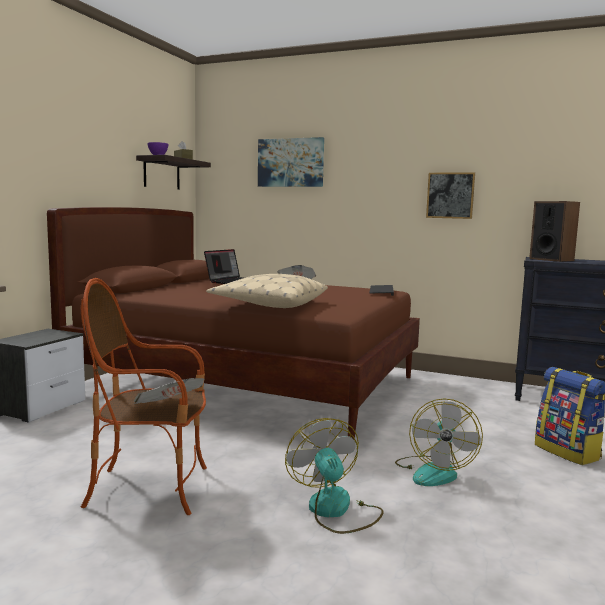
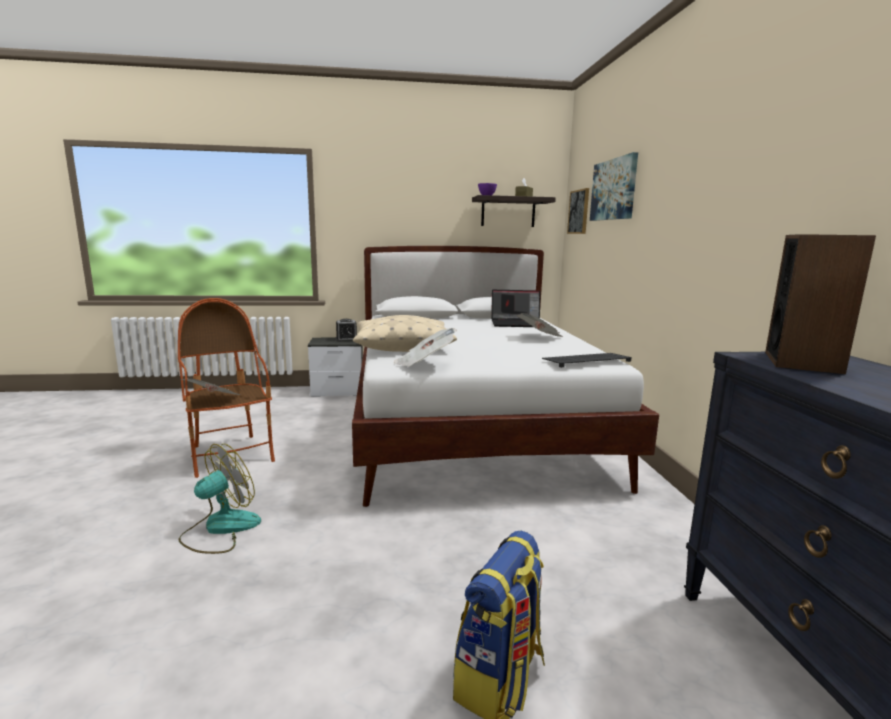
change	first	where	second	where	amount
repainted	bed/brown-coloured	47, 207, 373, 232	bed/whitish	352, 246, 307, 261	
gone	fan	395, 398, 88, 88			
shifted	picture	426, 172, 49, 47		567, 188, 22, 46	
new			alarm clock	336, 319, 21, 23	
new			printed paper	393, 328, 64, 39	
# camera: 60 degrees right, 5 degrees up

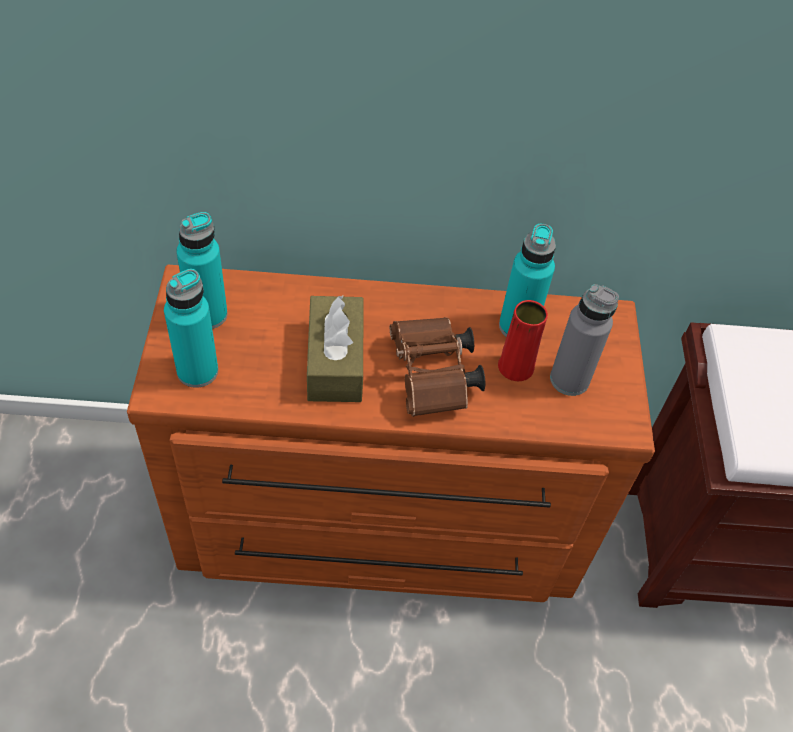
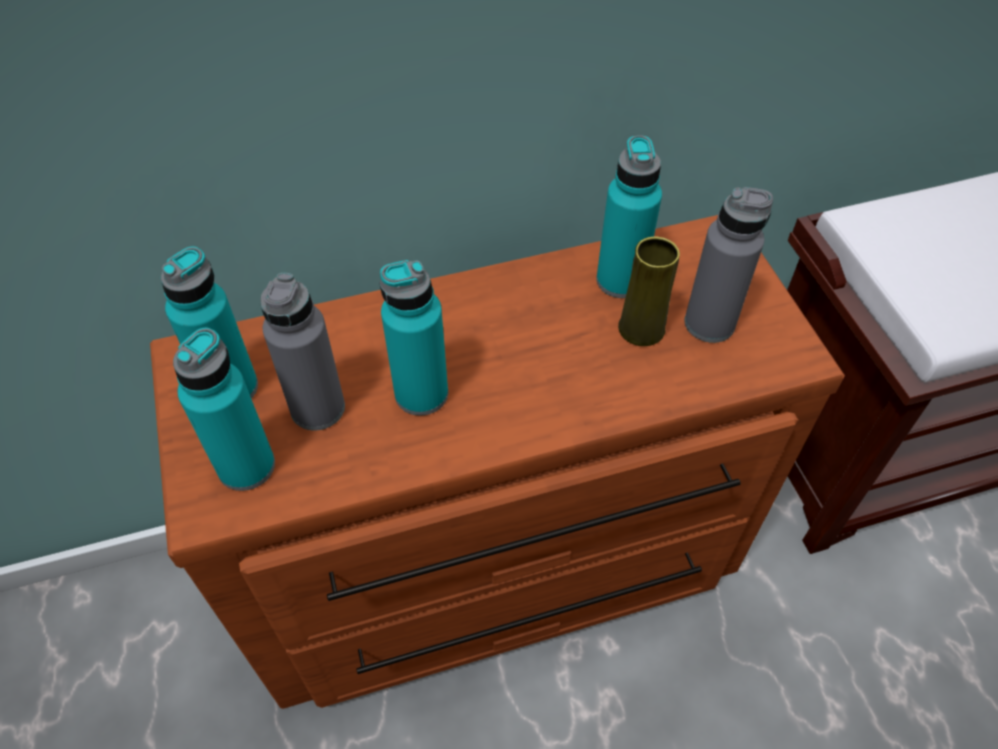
change	first	where	second	where	amount
swapped	tissue holder/brown-coloured	307, 296, 56, 106	bottle/turquoise	380, 260, 68, 156	
gone	binoculars/brown-coloured	390, 317, 95, 100			
repainted	decorative vase/red-coloured	498, 300, 50, 81	decorative vase/yellow-coloured	618, 236, 62, 110	
new			bottle/grey	261, 273, 84, 158	
# camera: 15 degrees left, 0 degrees up

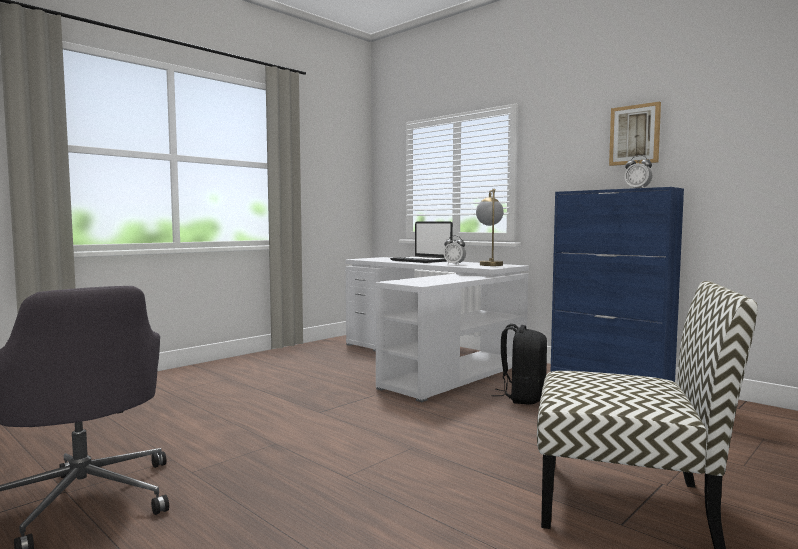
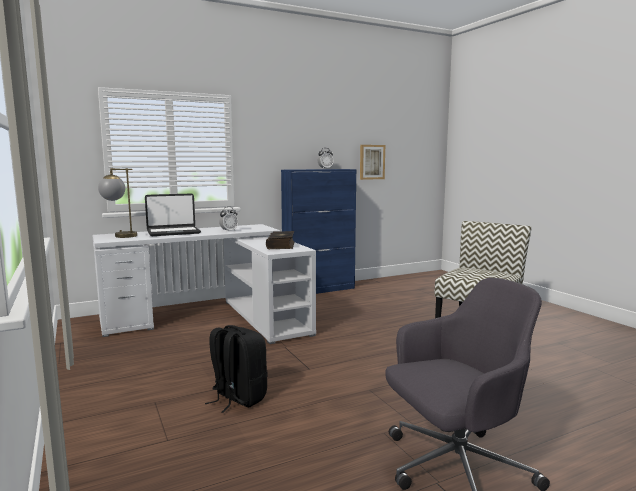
change	first	where	second	where	amount
shifted	tabletop lamp	476, 189, 28, 77		98, 168, 39, 70	
shifted	knapsack/black	491, 324, 56, 81		205, 325, 63, 88	
shifted	picture	609, 102, 52, 64		360, 145, 25, 35	
new			book	266, 231, 29, 18	
# camera: 70 degrees left, 5 degrees up

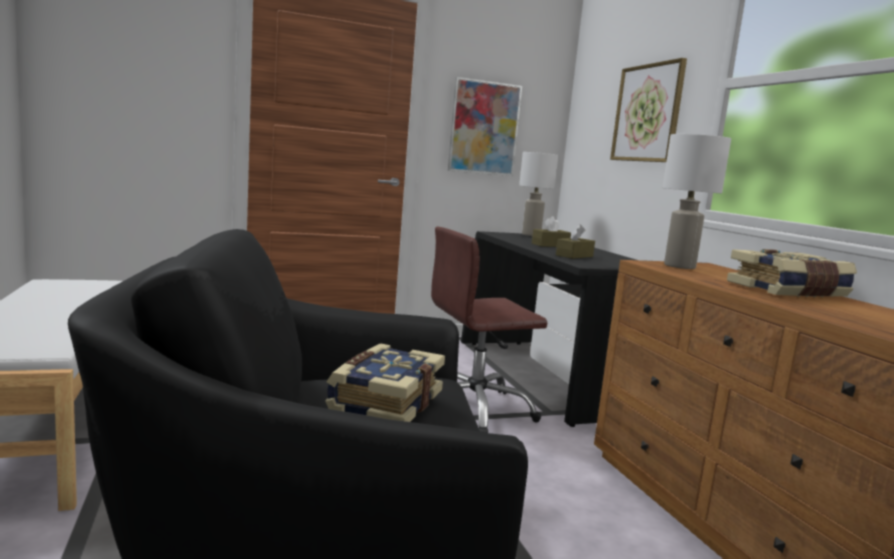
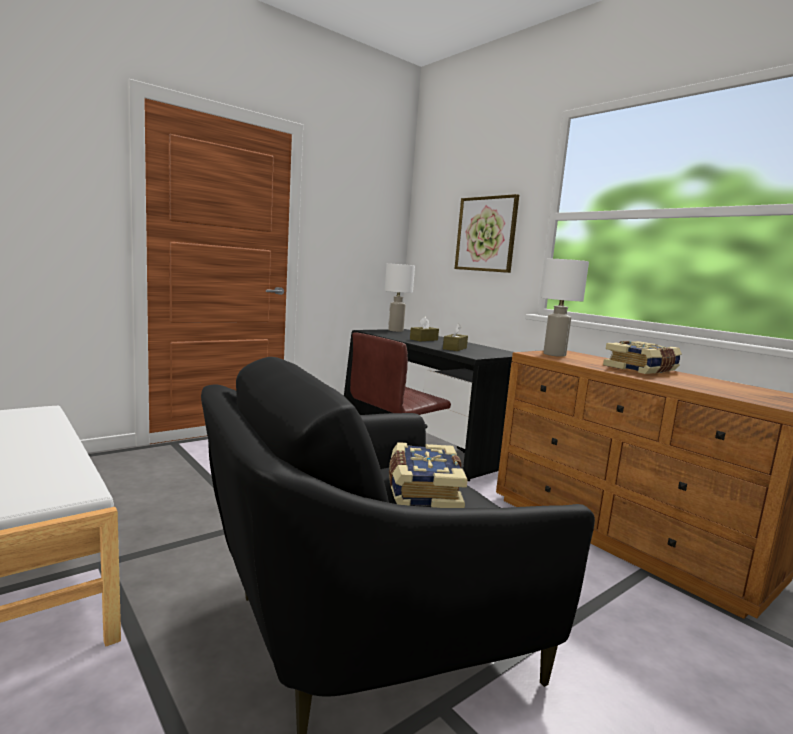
change	first	where	second	where	amount
gone	picture	448, 77, 74, 99			
# camera: 20 degrees left, 0 degrees up

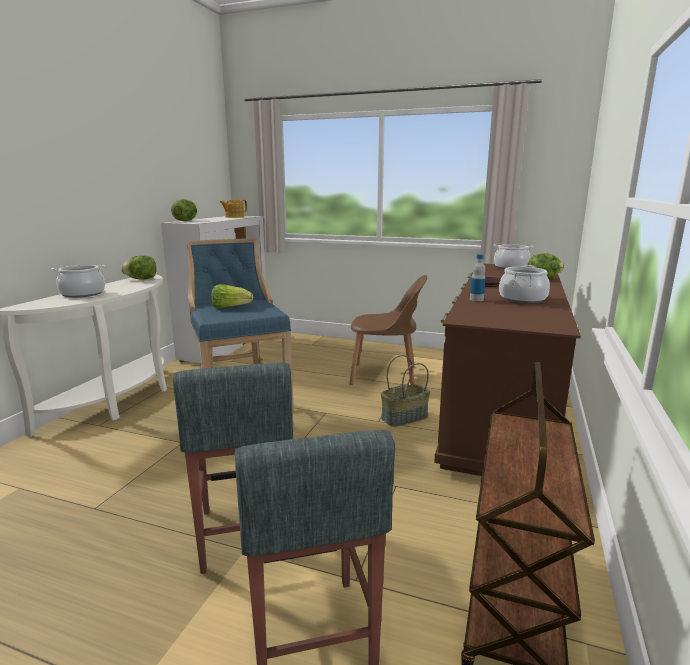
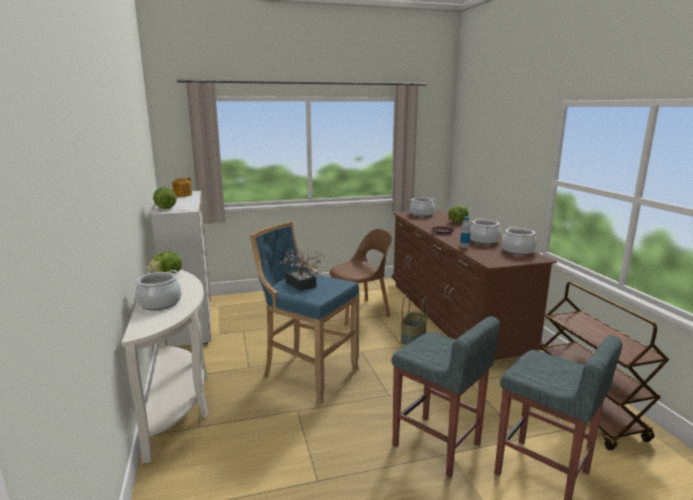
change	first	where	second	where	amount
swapped	lettuce head	211, 284, 42, 24	potted plant	280, 250, 45, 41	
new			cooking pot	502, 226, 35, 29	
# camera: 35 degrees left, 0 degrees up

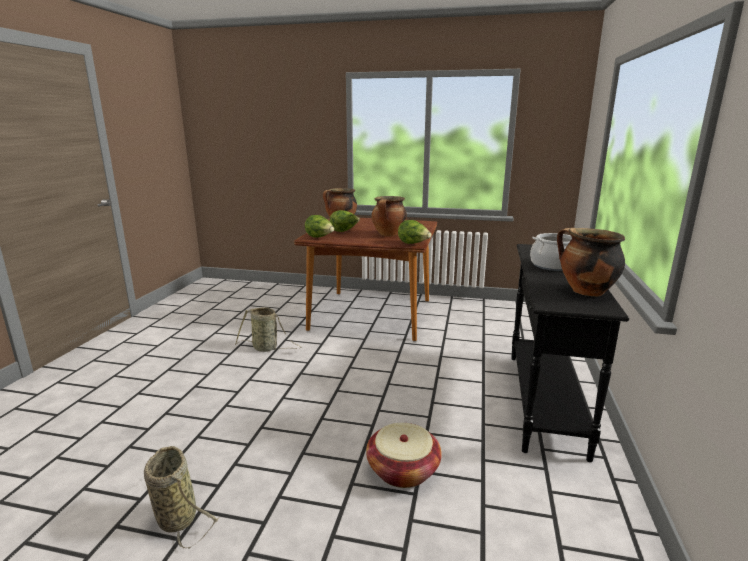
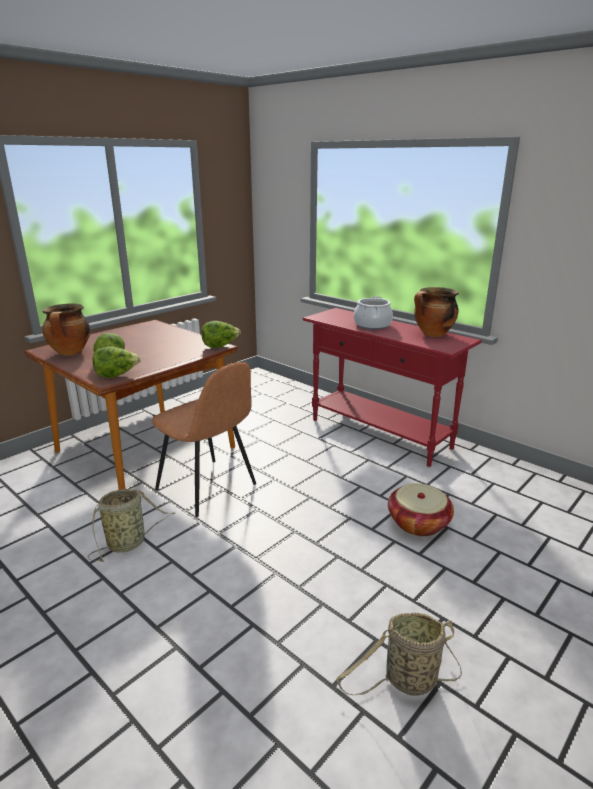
change	first	where	second	where	amount
gone	cooking pot	372, 196, 35, 40			
repainted	console table/black	511, 244, 118, 218	console table/red-coloured	303, 308, 179, 159	
new			plain chair/brown-coloured	152, 362, 104, 155	
# camera: 60 degrees left, 5 degrees up

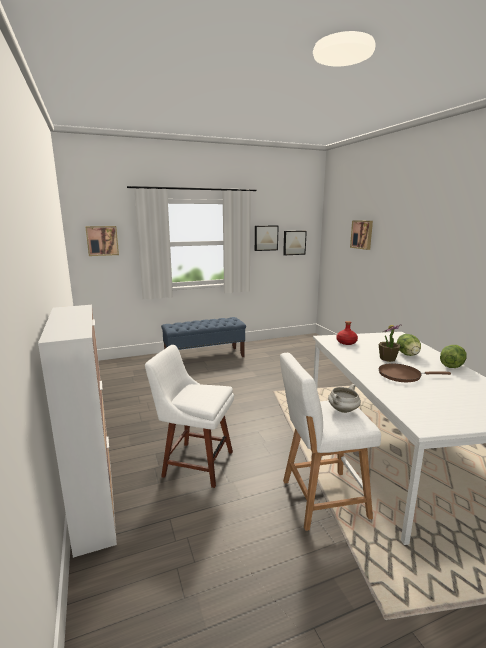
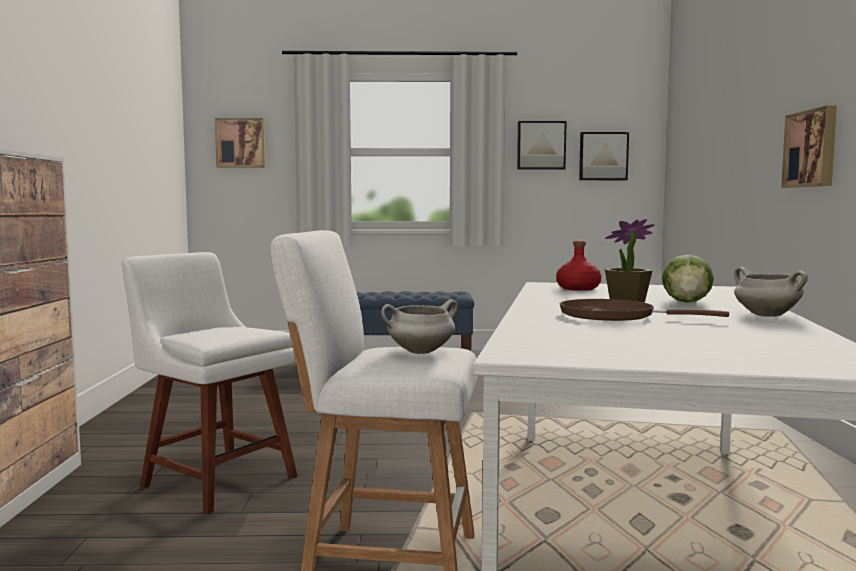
change	first	where	second	where	amount
shifted	picture	350, 220, 23, 30		781, 105, 56, 83	
swapped	lettuce head	440, 345, 27, 23	cooking pot/whitish	734, 267, 74, 50	
# camera: 20 degrees right, 10 degrees down

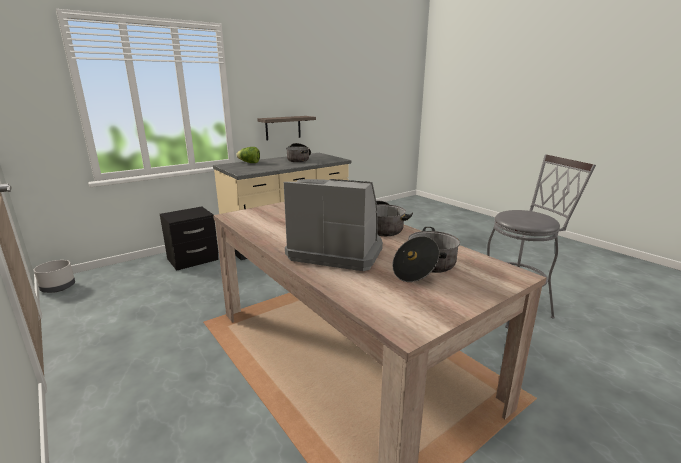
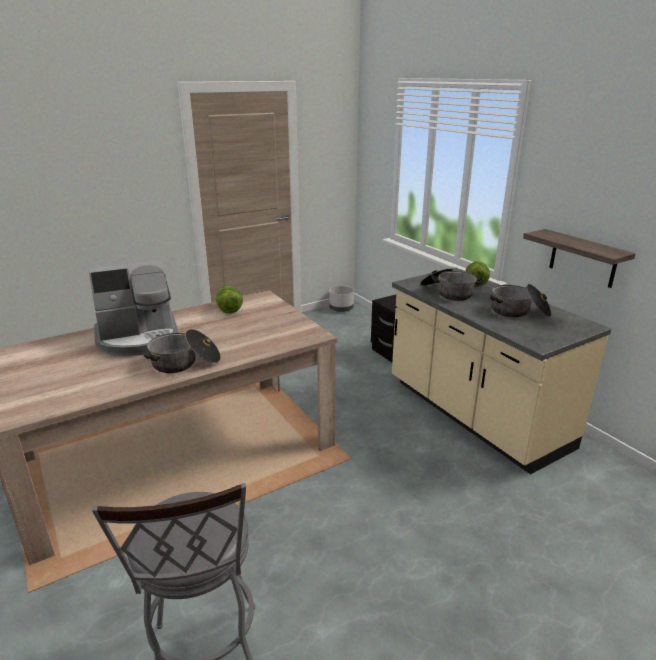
change	first	where	second	where	amount
rotated	coffee maker	284, 179, 99, 92		89, 260, 89, 96	45 degrees clockwise
shifted	cooking pot	392, 227, 68, 55		420, 268, 64, 33	
new			lettuce head	216, 286, 27, 28	
# camera: 95 degrees right, 5 degrees up

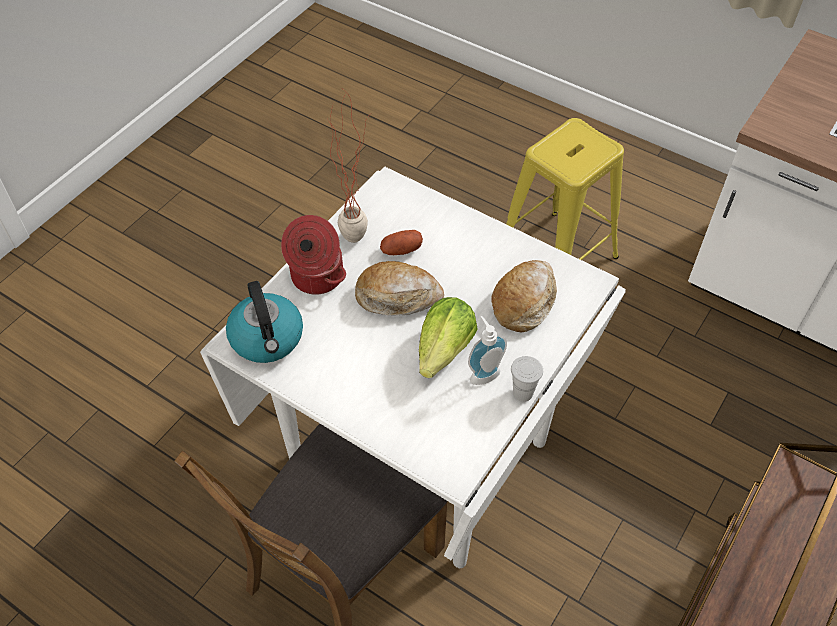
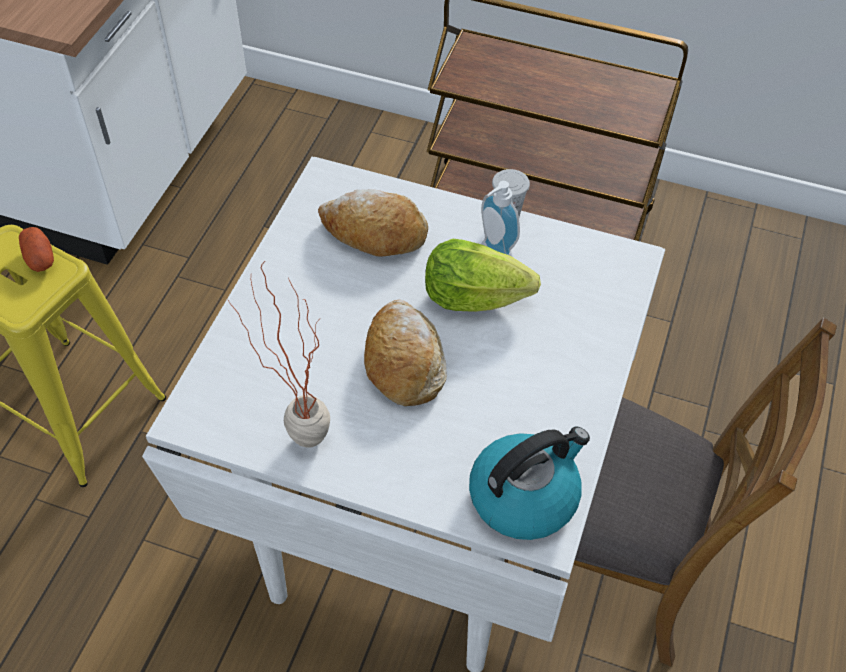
change	first	where	second	where	amount
gone	cooking pot	281, 215, 65, 80			
shifted	spud	380, 230, 43, 25		19, 227, 35, 45	
# camera: 105 degrees left, 0 degrees up

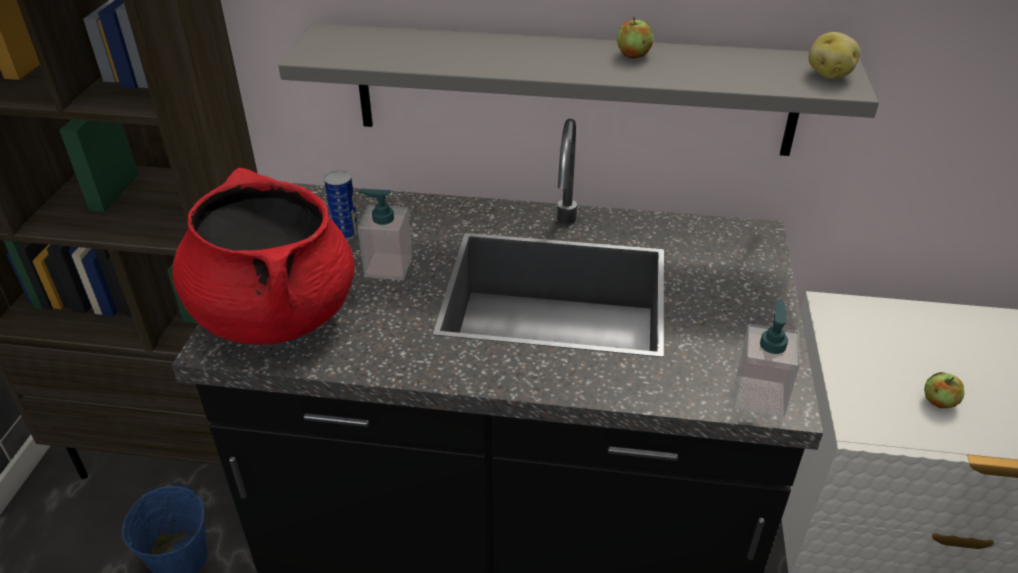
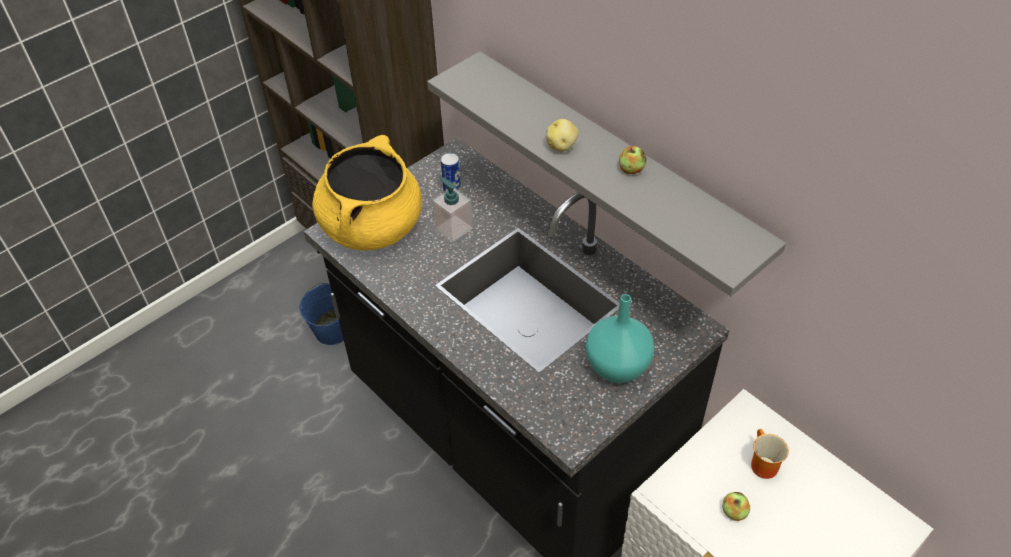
change	first	where	second	where	amount
repainted	cooking pot/red-coloured	172, 168, 183, 176	cooking pot/yellow-coloured	312, 135, 110, 116	
gone	liquid soap bottle	734, 299, 66, 118			
shifted	spud	809, 32, 51, 47		547, 119, 32, 33	
new			decorative vase/turquoise	586, 294, 68, 89	
new			tea mug	751, 429, 38, 50	
# camera: 40 degrees right, 10 degrees up

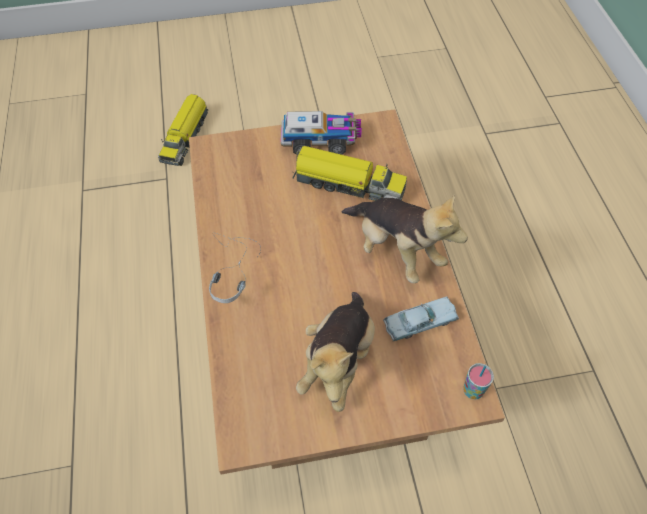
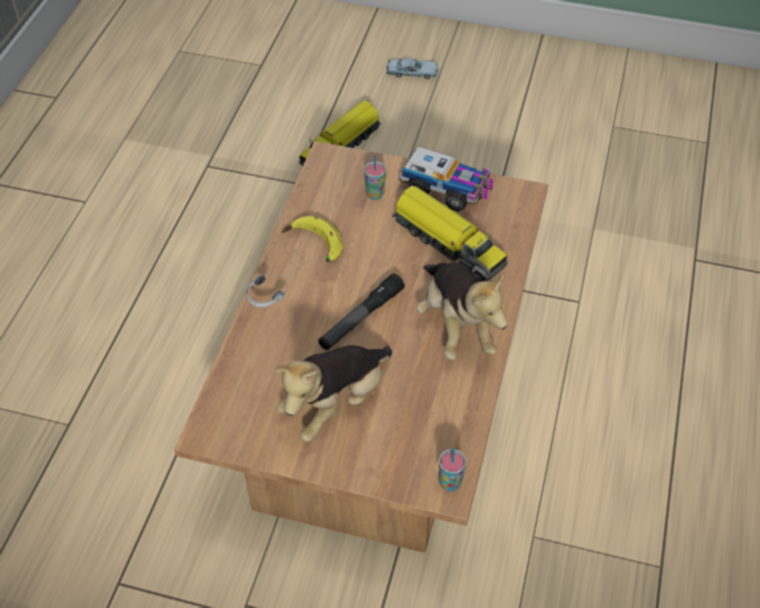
change	first	where	second	where	amount
shifted	toy car/bluish	383, 297, 76, 44		386, 59, 53, 20	
new			banana	281, 216, 62, 46	
new			torch	318, 273, 87, 77	
new			small cup	364, 155, 22, 45	
# camera: 25 degrees right, 5 degrees down

